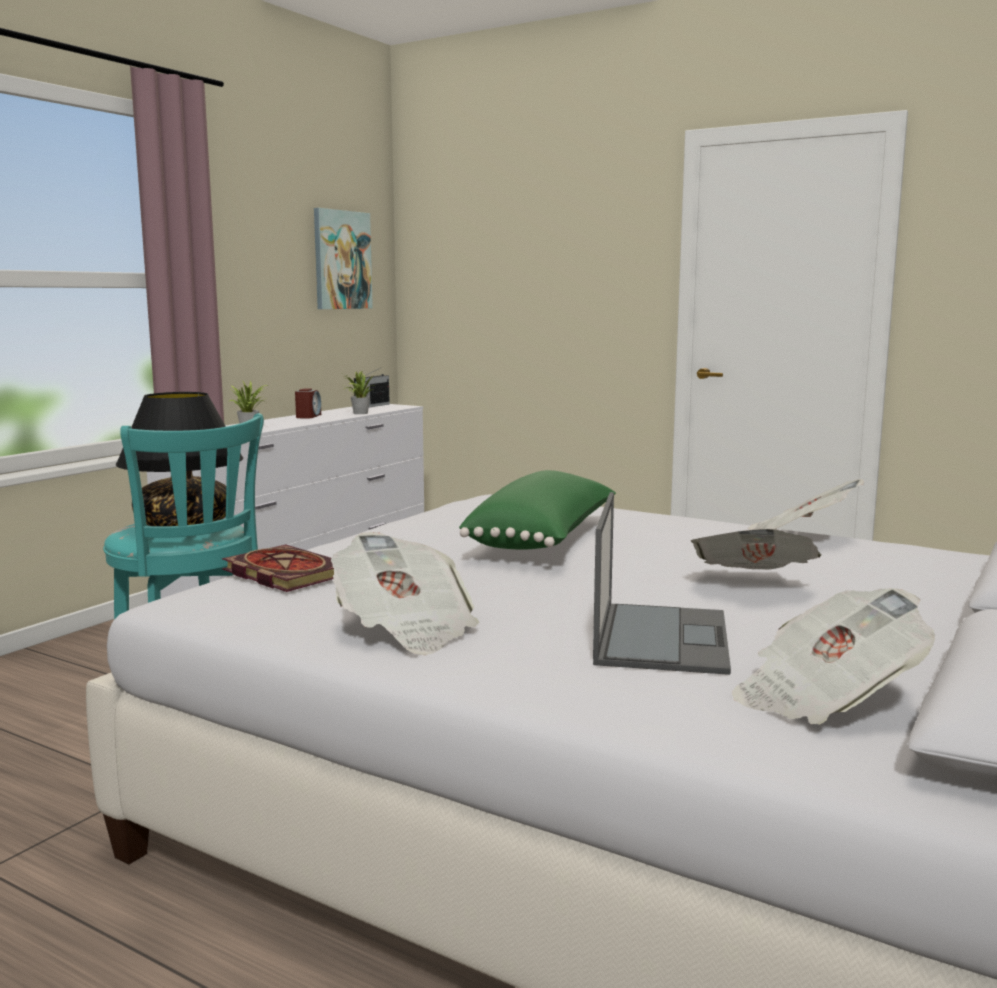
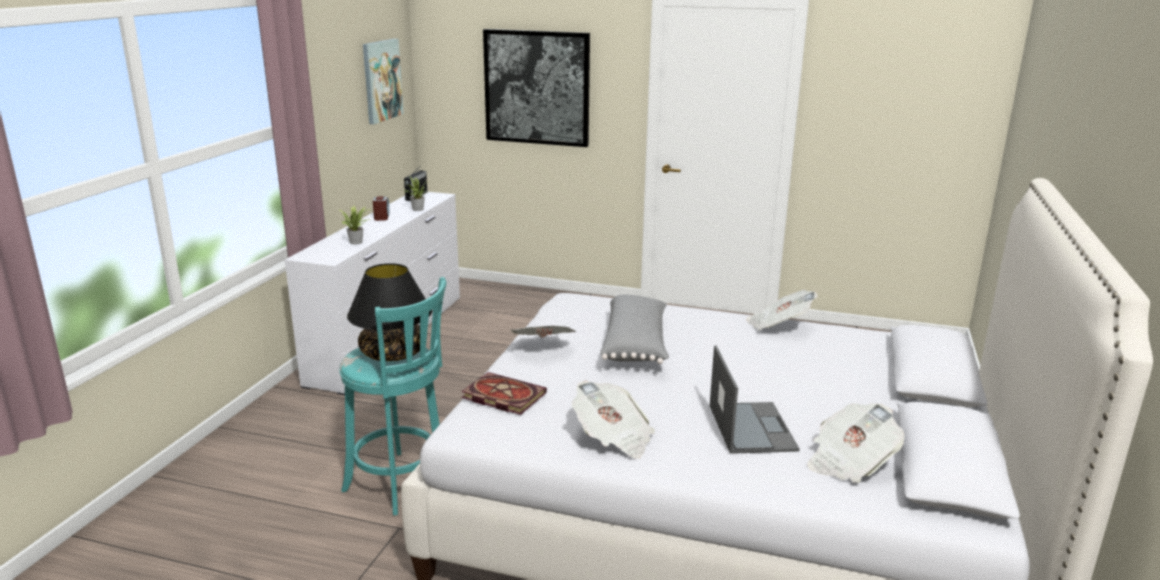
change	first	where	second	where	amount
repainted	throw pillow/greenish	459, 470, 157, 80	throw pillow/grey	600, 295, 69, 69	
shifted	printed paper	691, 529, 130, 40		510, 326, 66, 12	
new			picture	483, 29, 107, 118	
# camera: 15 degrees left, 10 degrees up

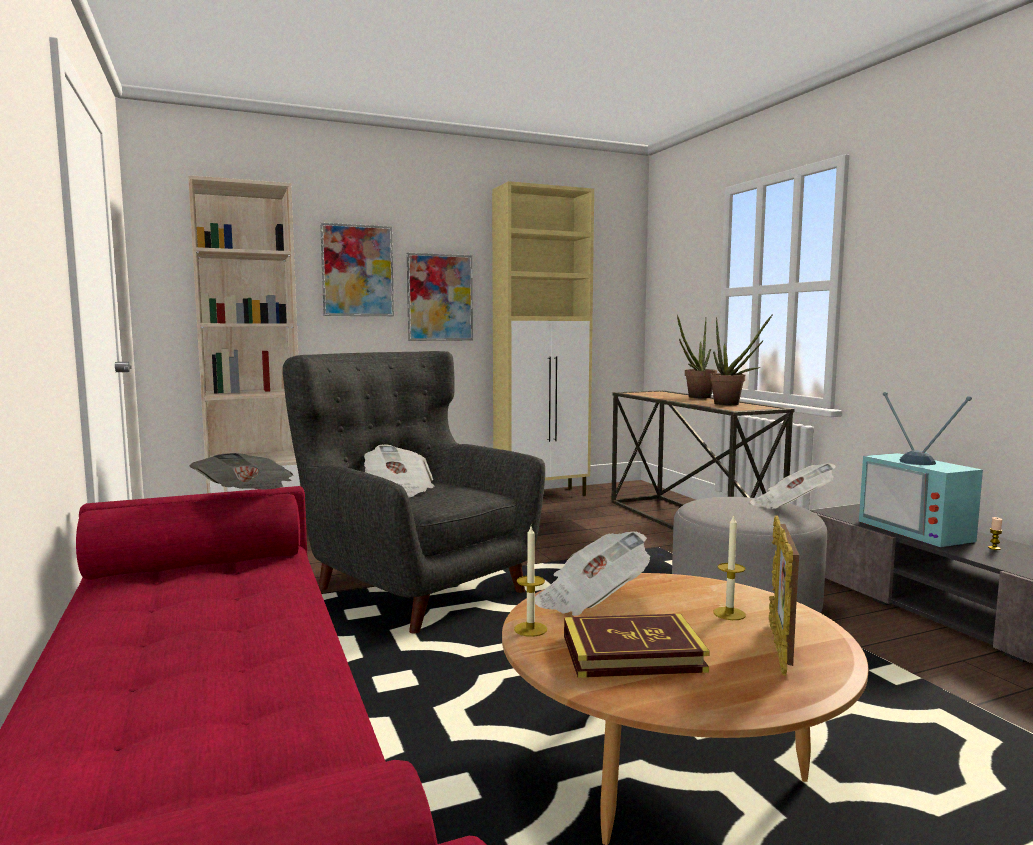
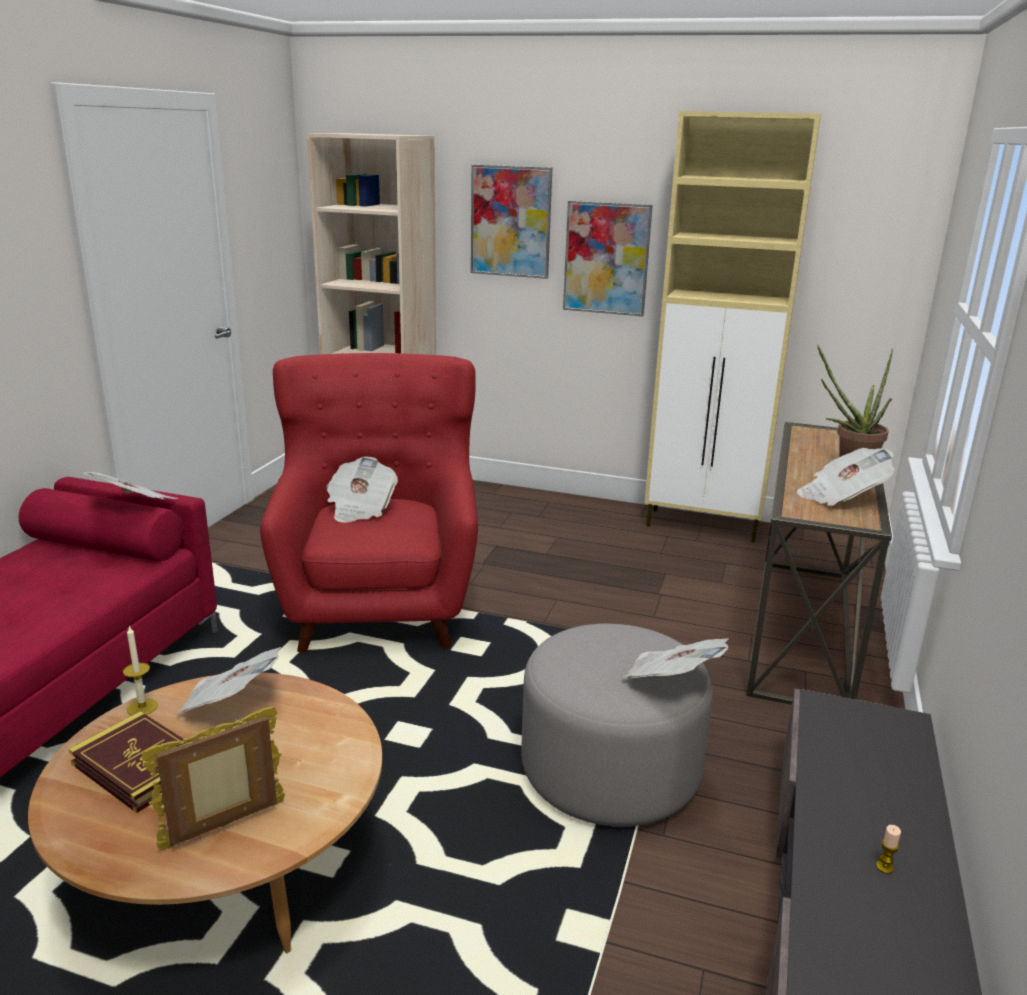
change	first	where	second	where	amount
repainted	armchair/grey	283, 351, 262, 282	armchair/red-coloured	260, 353, 218, 300	
swapped	potted plant	710, 314, 63, 91	printed paper	797, 448, 98, 58	
gone	wax light	713, 514, 33, 106			
gone	TV	859, 392, 124, 155			
# camera: 40 degrees right, 15 degrees up

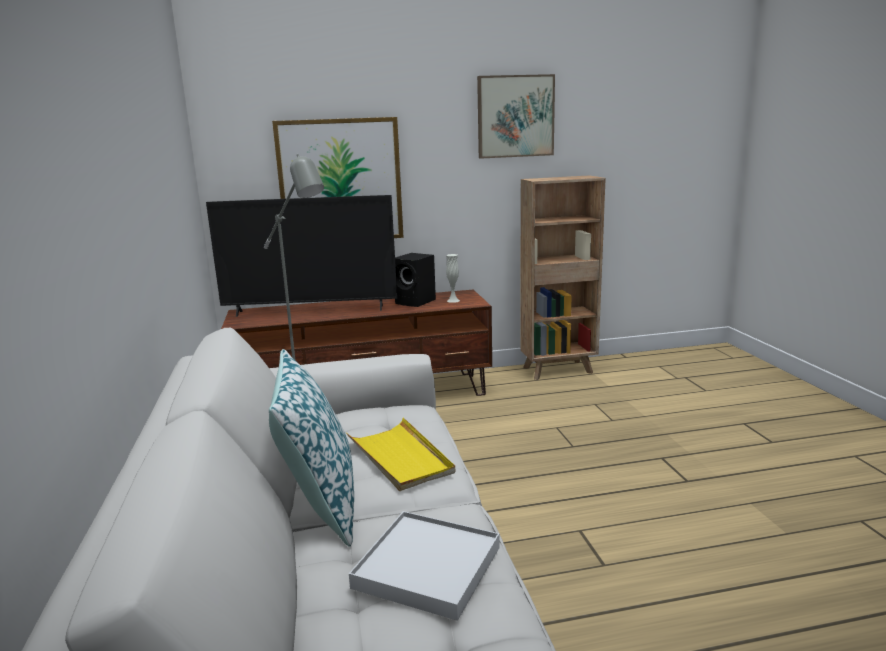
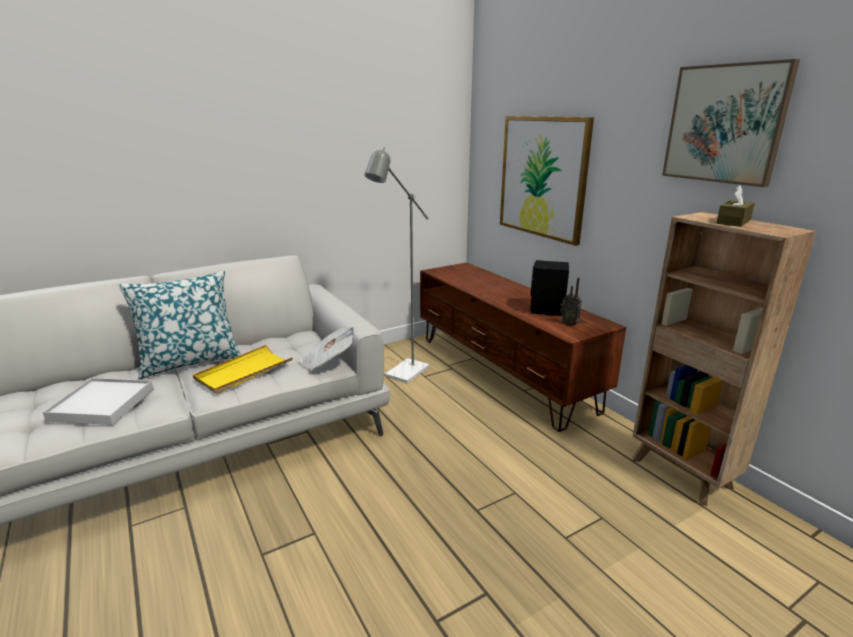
change	first	where	second	where	amount
gone	TV	206, 195, 191, 122			
swapped	decorative vase/whitish	446, 254, 14, 49	radio receiver	560, 277, 22, 49	
new			printed paper	299, 327, 58, 43	
new			tissue holder/brown-coloured	716, 185, 39, 42	
# camera: 70 degrees right, 5 degrees up

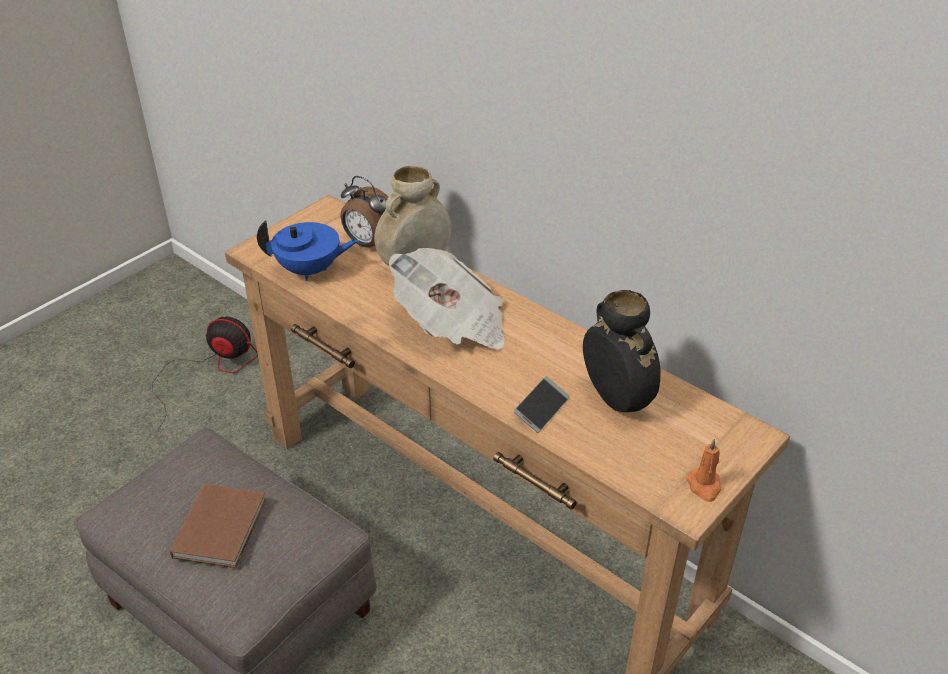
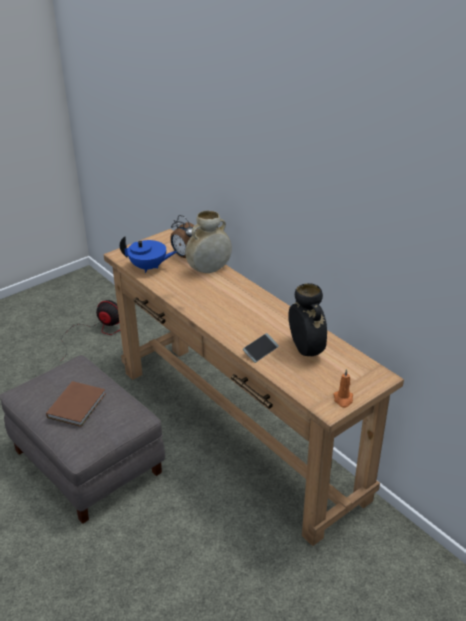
change	first	where	second	where	amount
gone	printed paper	389, 248, 115, 101			
# camera: 10 degrees right, 5 degrees down

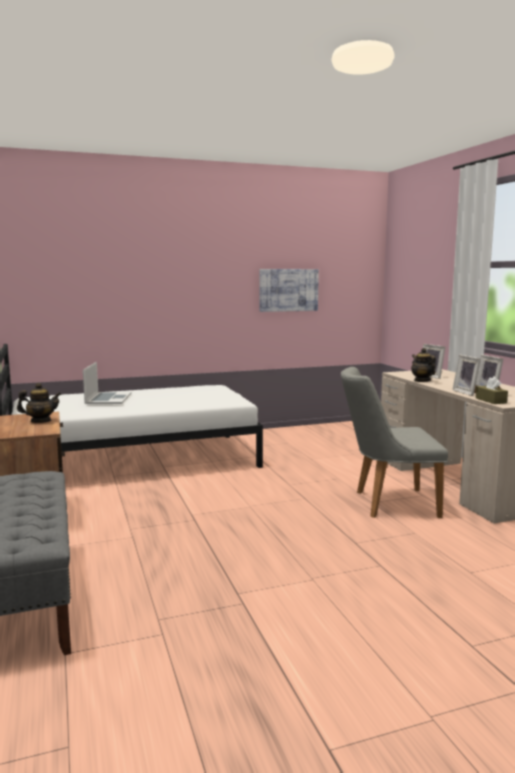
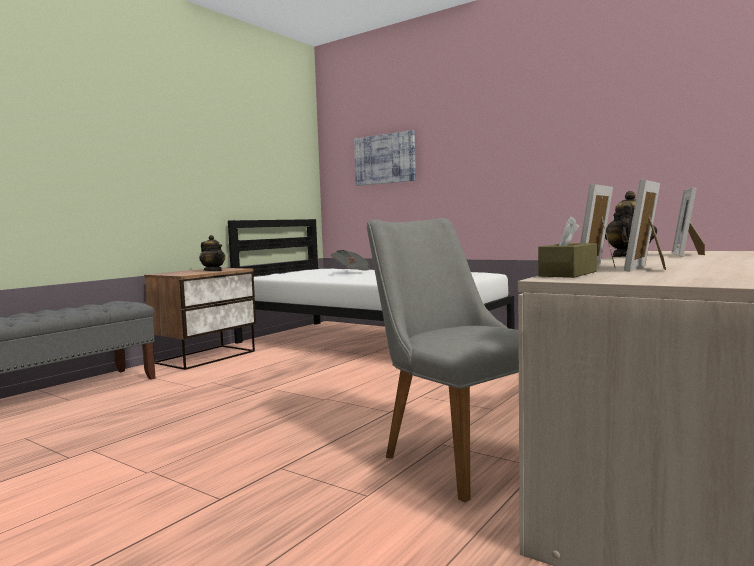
change	first	where	second	where	amount
swapped	notebook computer	83, 362, 49, 42	printed paper	331, 250, 39, 21	
shifted	picture	260, 269, 59, 43		354, 130, 62, 56	
# camera: 55 degrees right, 5 degrees down

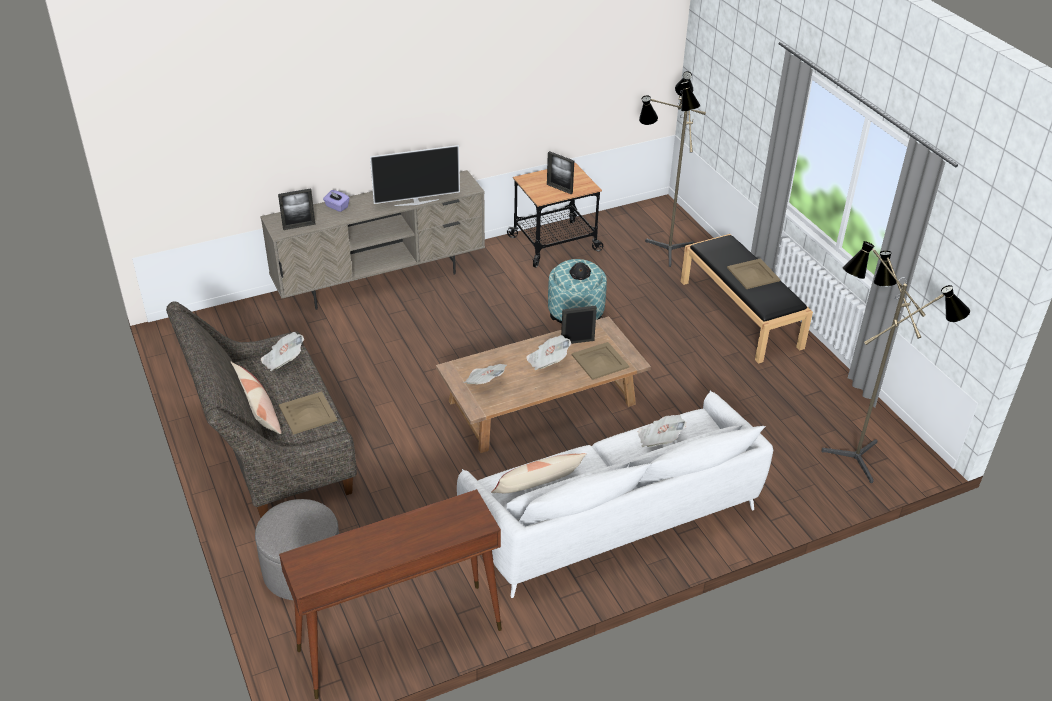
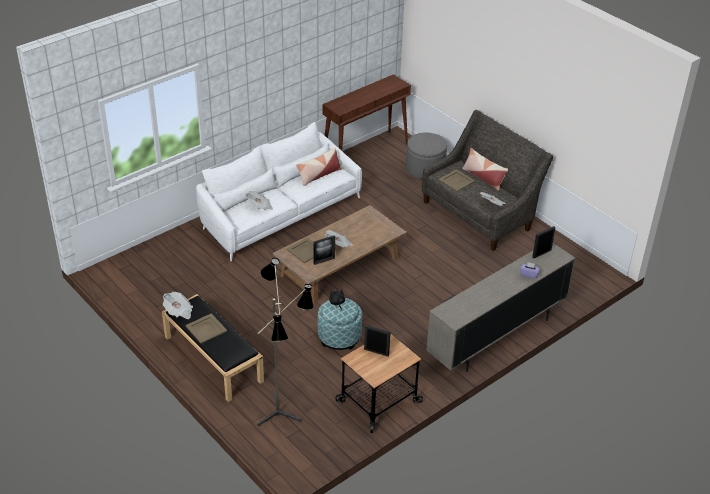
change	first	where	second	where	amount
gone	TV	370, 145, 90, 61			
shifted	printed paper	464, 364, 43, 20		163, 292, 30, 27	
gone	standing lamp	821, 241, 149, 242			
# camera: 165 degrees right, 0 degrees up

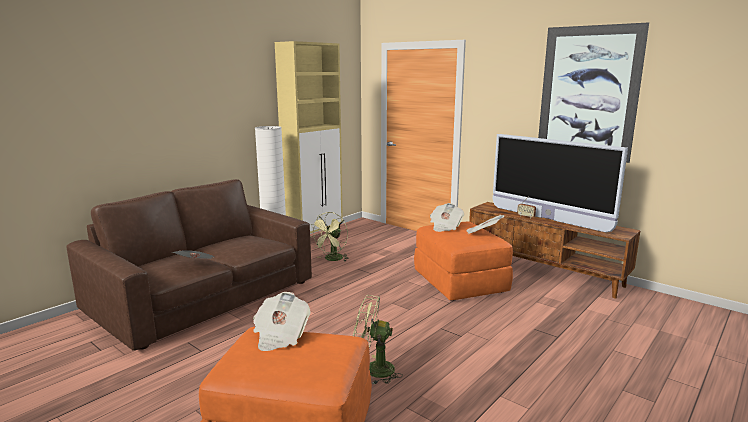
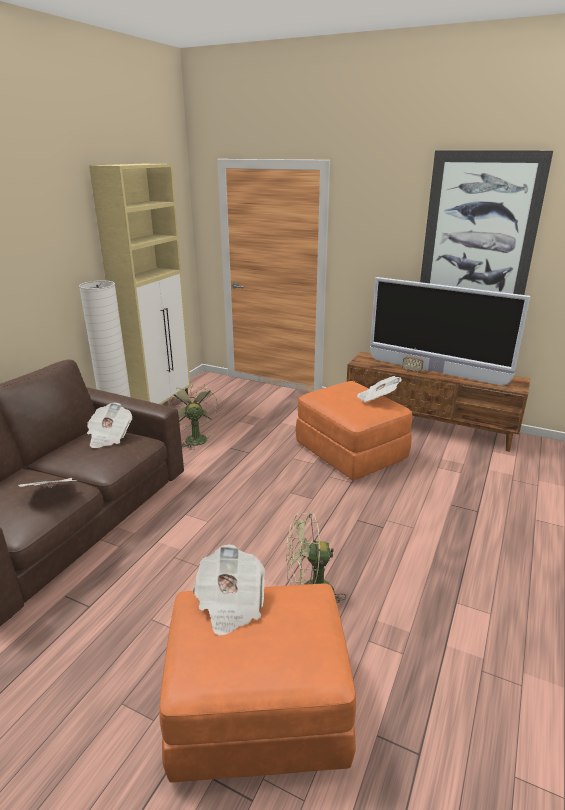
change	first	where	second	where	amount
rotated	fan/greenish	311, 212, 38, 49		168, 382, 50, 68	150 degrees clockwise
shifted	printed paper	430, 203, 34, 29		87, 403, 45, 45	
# camera: 15 degrees left, 10 degrees up

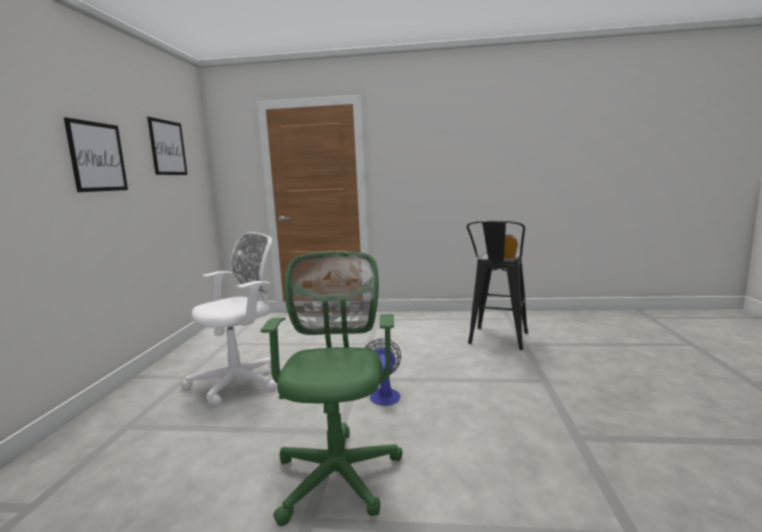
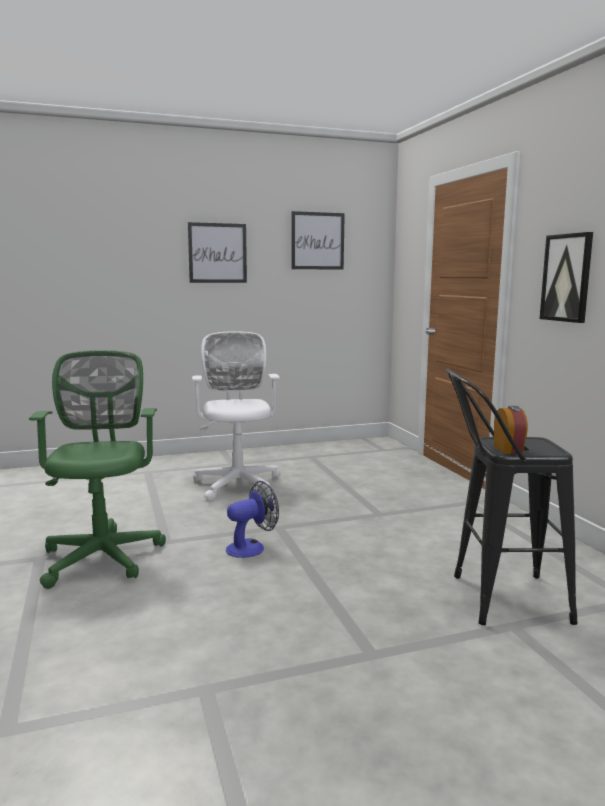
change	first	where	second	where	amount
rotated	desk chair/whitish	181, 232, 99, 174		192, 331, 88, 170	120 degrees counterclockwise
rotated	desk chair/greenish	260, 251, 142, 275		29, 350, 137, 239	75 degrees counterclockwise
new			picture	540, 232, 53, 91	
# camera: 65 degrees right, 0 degrees up

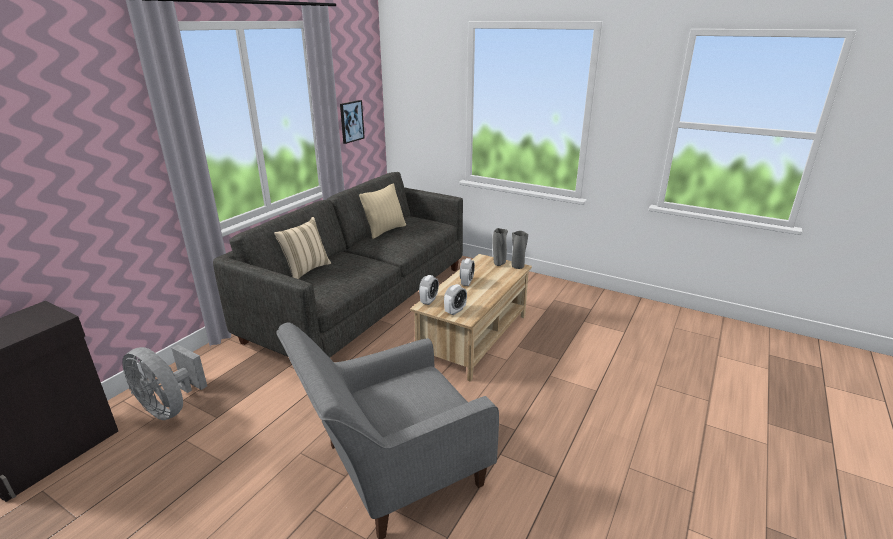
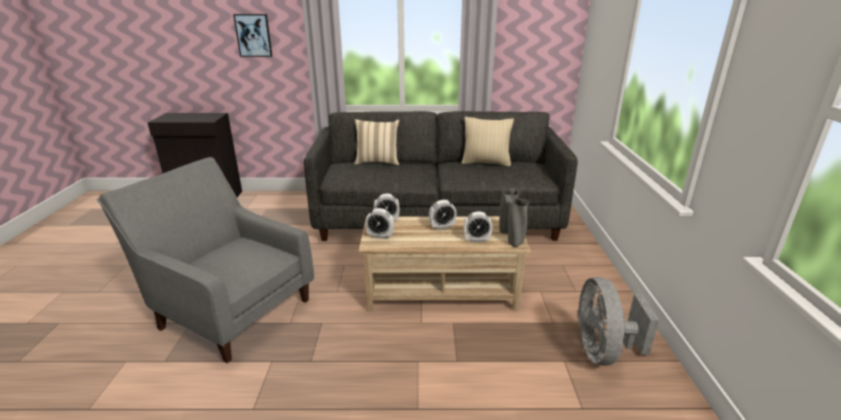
change	first	where	second	where	amount
shifted	fan/grey	122, 345, 85, 75		577, 277, 82, 89	
shifted	picture	340, 100, 25, 44		233, 14, 39, 43	
new			alarm clock	464, 212, 28, 30	
# camera: 60 degrees right, 0 degrees up

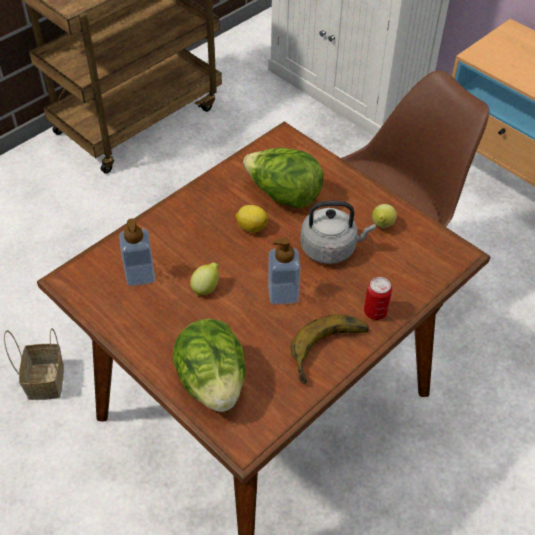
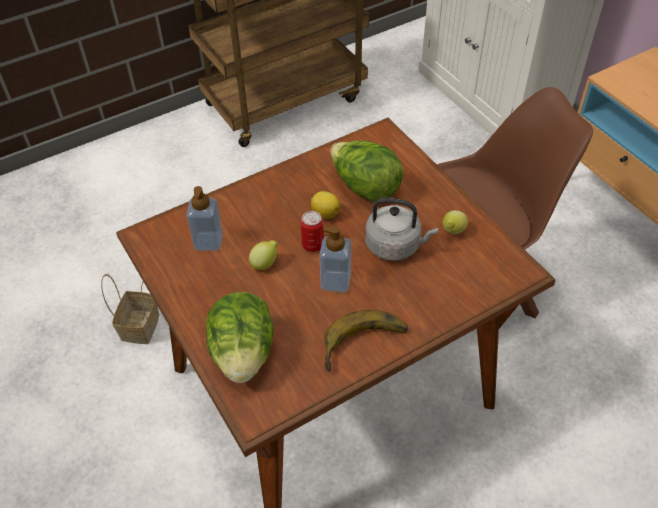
change	first	where	second	where	amount
shifted	metal can	364, 277, 28, 43		301, 211, 23, 41	
# camera: 15 degrees right, 0 degrees up

